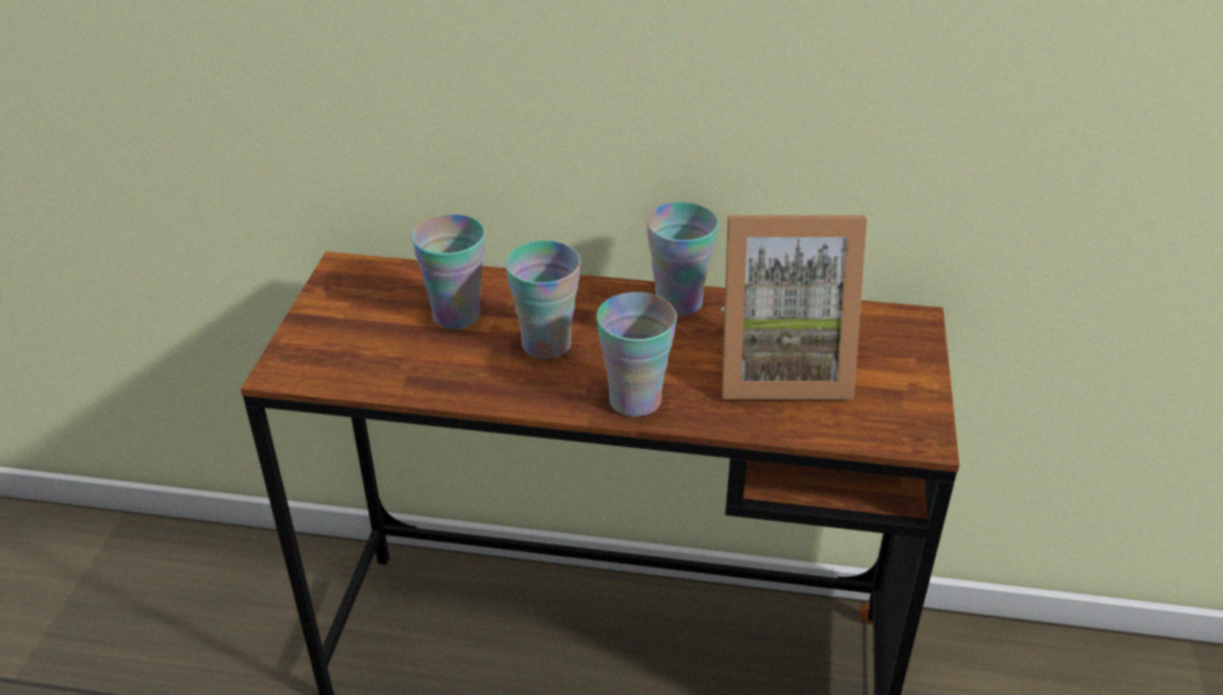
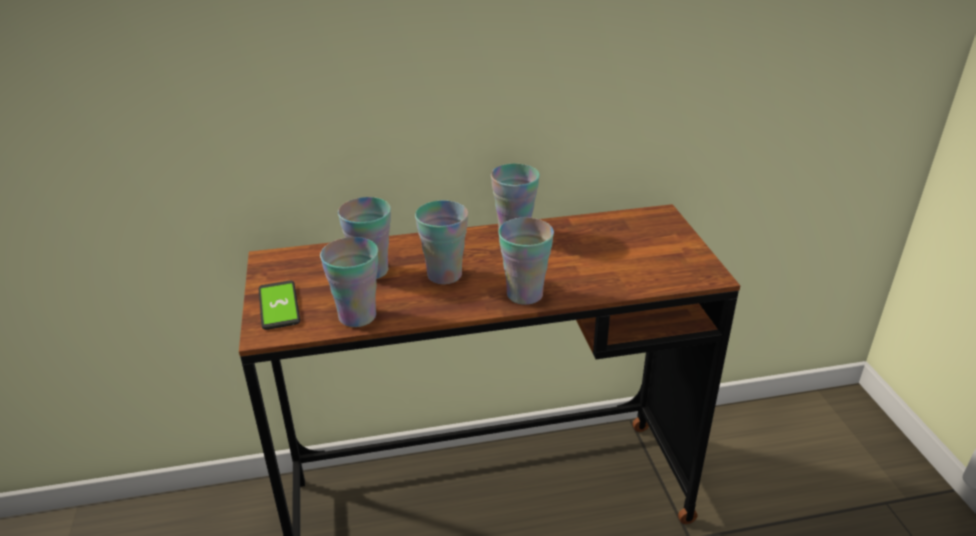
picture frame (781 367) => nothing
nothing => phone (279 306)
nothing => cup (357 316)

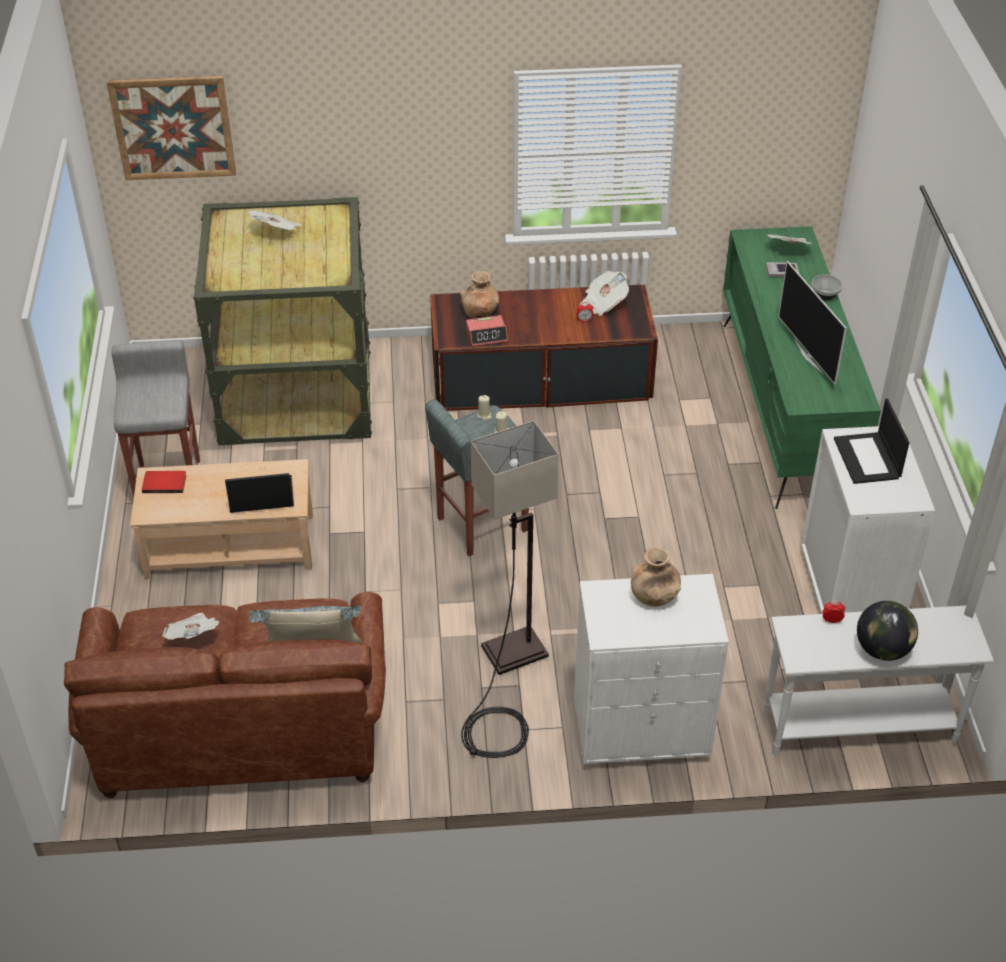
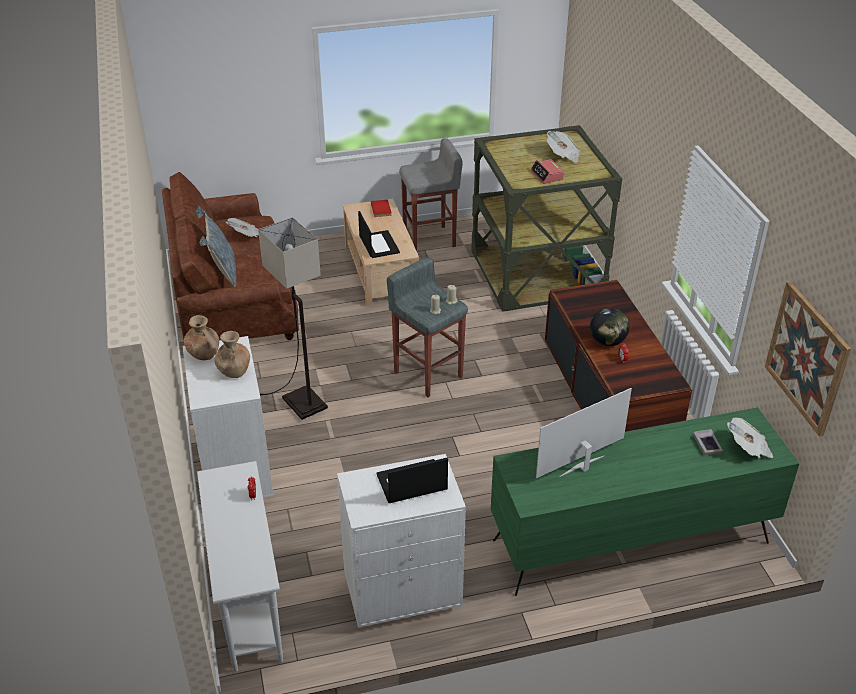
picture (173 128) => picture (806 358), shifted
brown vase (480 312) => brown vase (204 354), shifted
alarm clock (487 335) => alarm clock (547 175), shifted
newspaper (603 303) => nothing
bowl (825 295) => nothing
globe (882 650) => globe (607 341), shifted

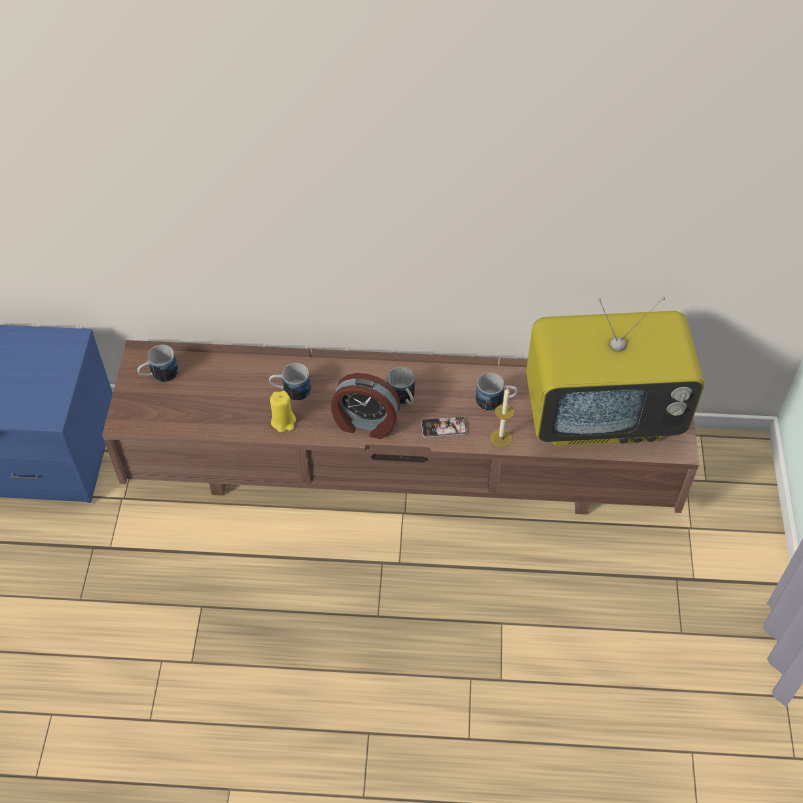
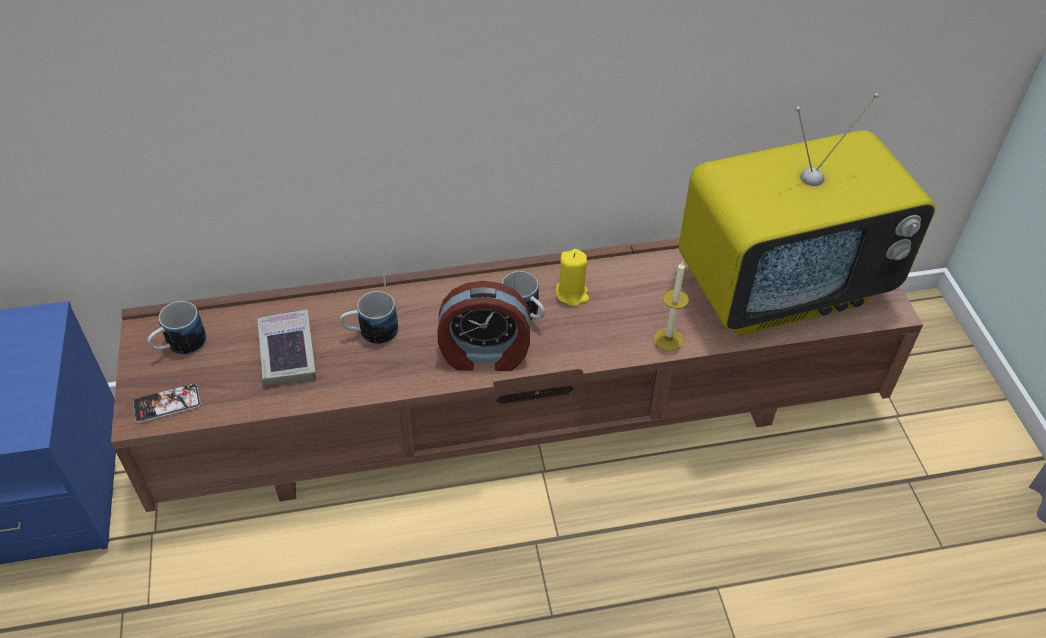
yellow candle (283 421) => yellow candle (572 294), shifted
phone (443 427) => phone (167 404), shifted
mug (495 401) => nothing
nothing => book (287 352)

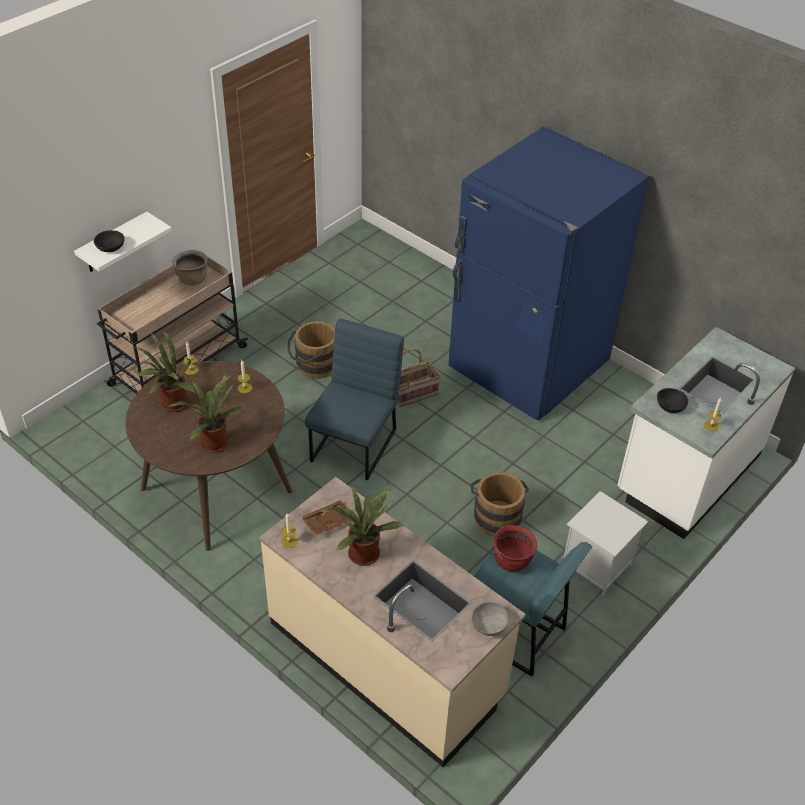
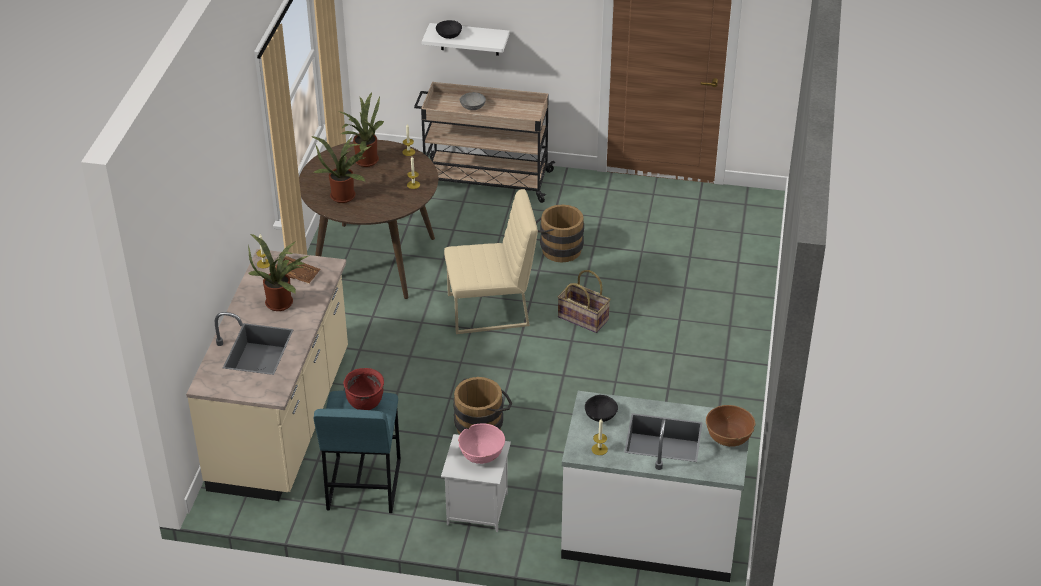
brown cooking pot (192 279) => nothing
blue chair (355 443) => beige chair (491 310)
blue fridge (529 365) => nothing
grey bowl (489 625) => grey bowl (473 107), shifted
nothing => pink bowl (481 454)
nothing => brown bowl (728 437)

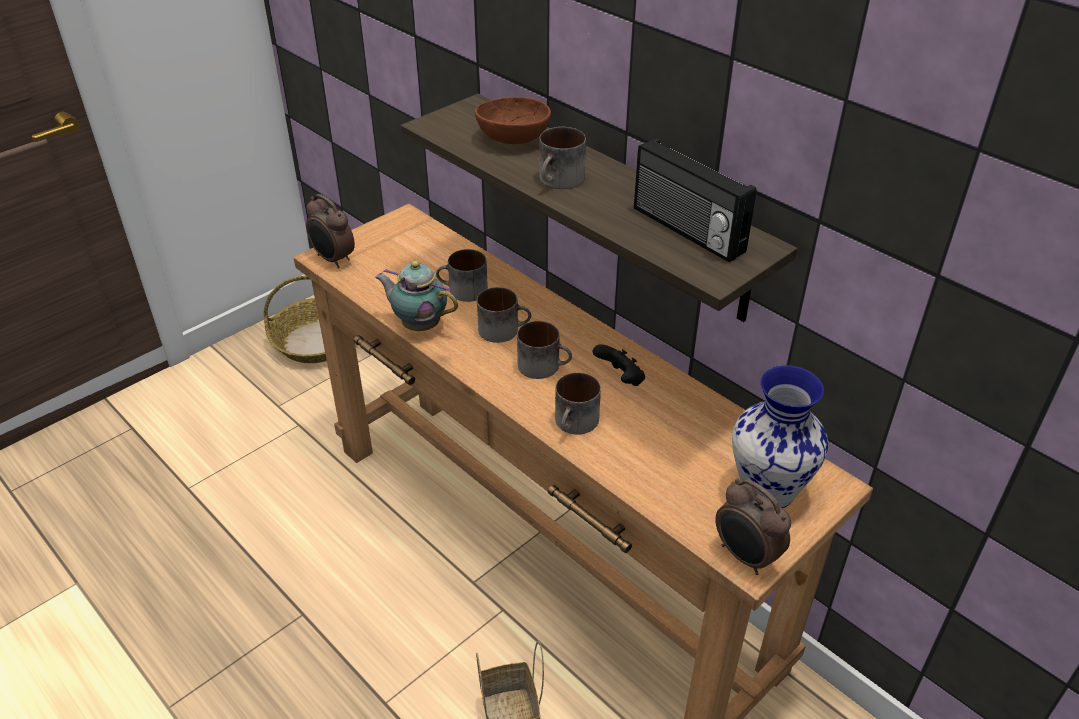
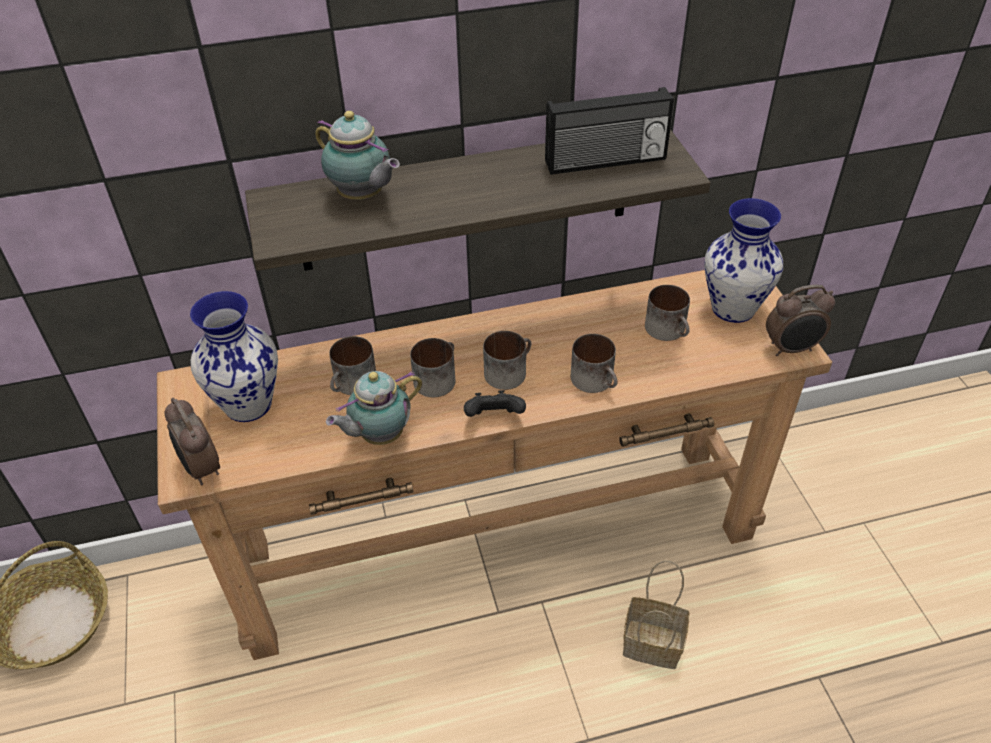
alarm clock (333 260) => alarm clock (201 469), 75 degrees clockwise
brown bowl (513 137) => teapot (362 197)
mug (560 181) => mug (669 330), shifted
black game controller (620 379) => black game controller (494 418), shifted
nothing => vase (247 404)

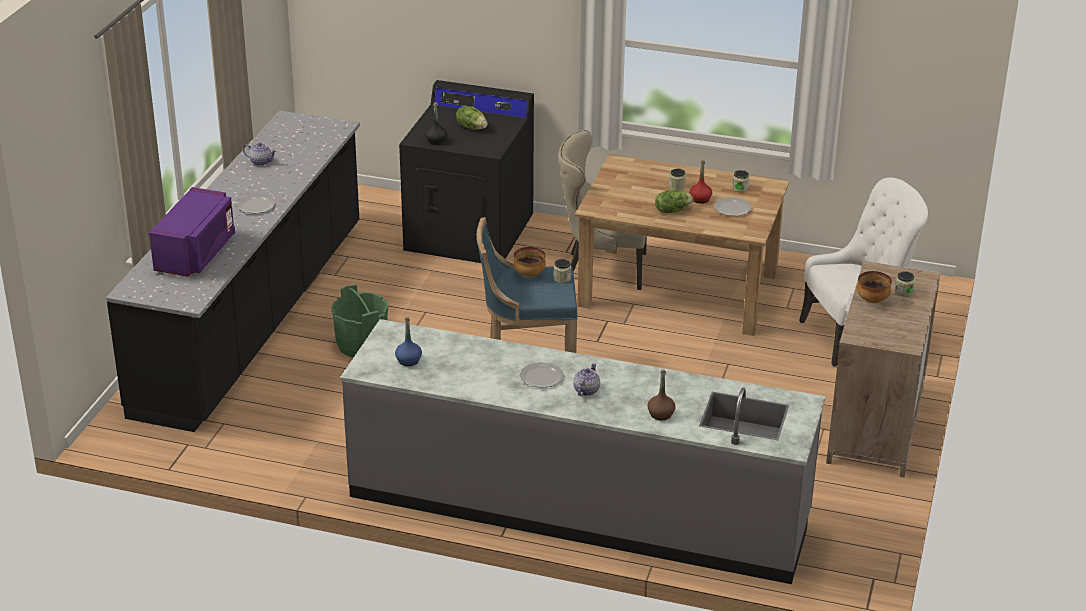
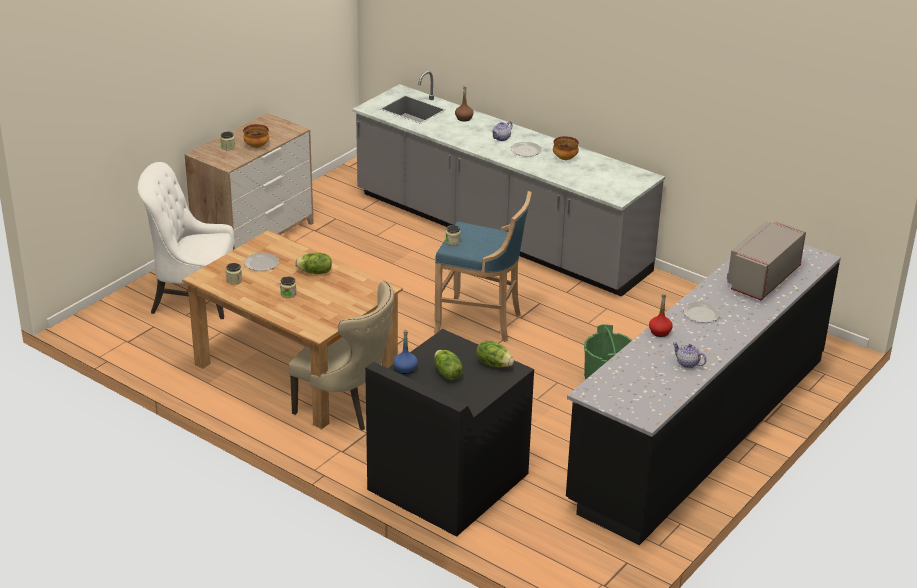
purple microwave (196 254) => grey microwave (762 278)
blue bottle (408 360) => blue bottle (405 369), shifted
black bottle (436 141) => lettuce (494 364)
bowl (529 275) => bowl (565 158), shifted
red bottle (700 199) => red bottle (659 332), shifted

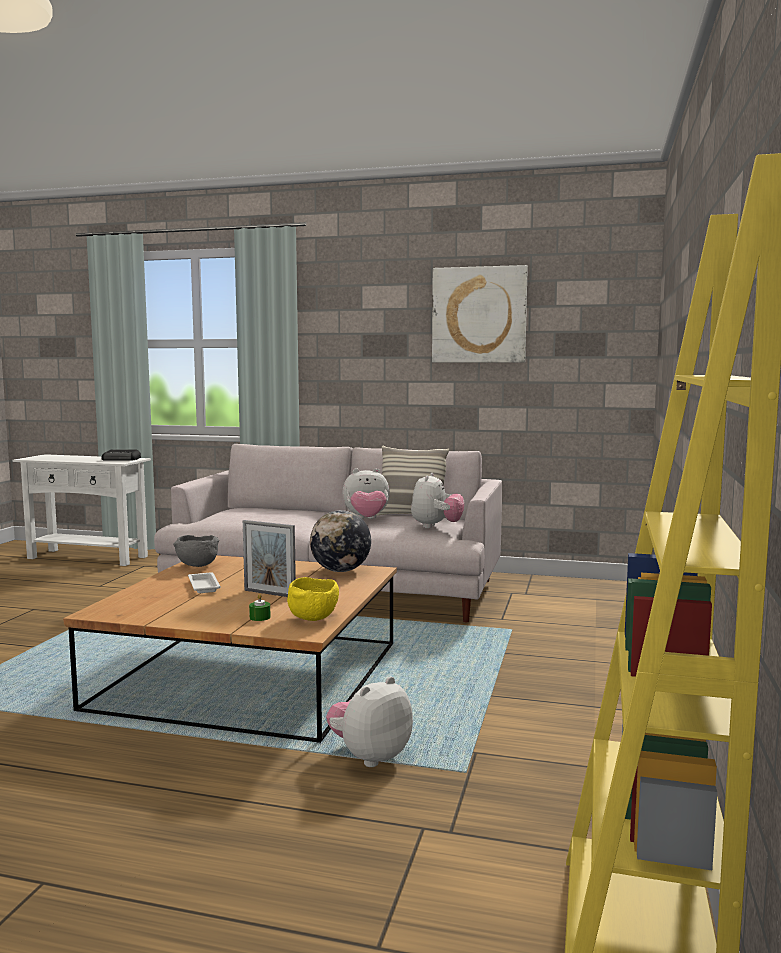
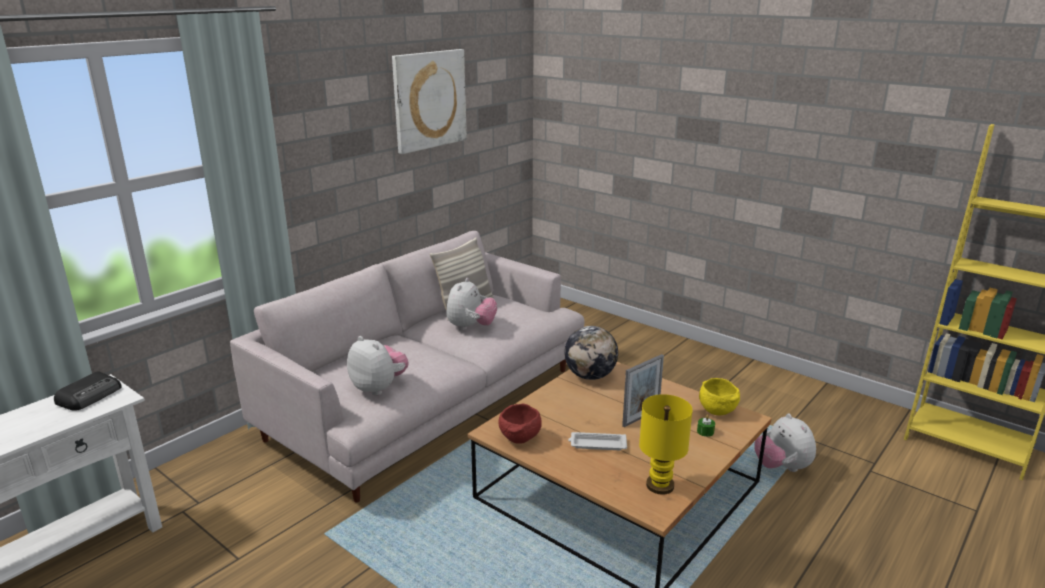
grey bowl (197 566) => red bowl (520 439)
plush toy (436 526) => plush toy (379 388), shifted
nothing => yellow table lamp (660 485)

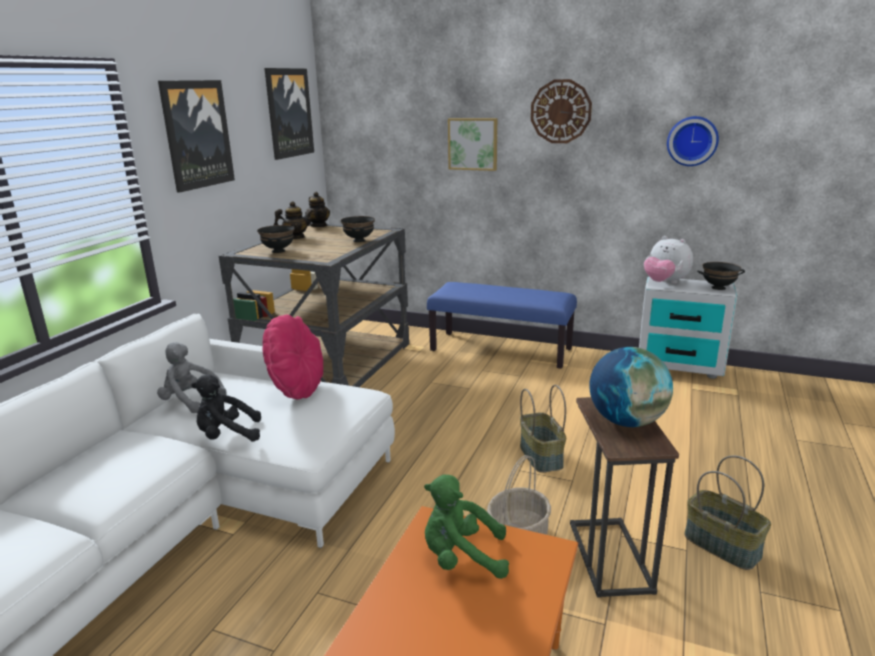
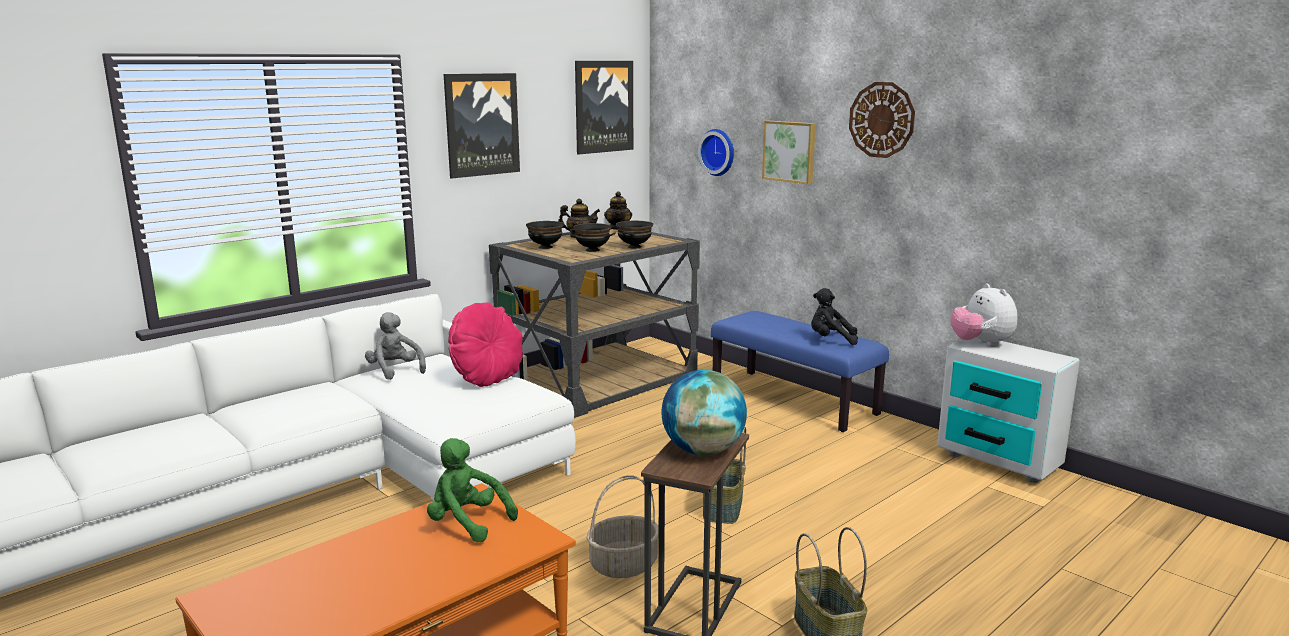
black plush toy (227 436) => black plush toy (831 340), shifted
wall clock (692 141) => wall clock (719 152), shifted
black bowl (718 288) => black bowl (592 250), shifted

